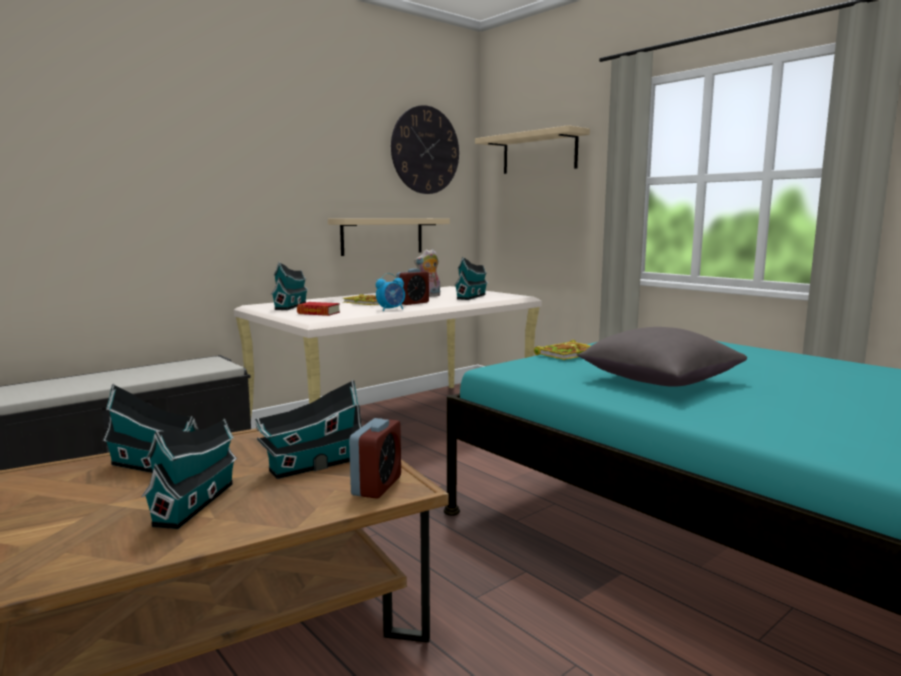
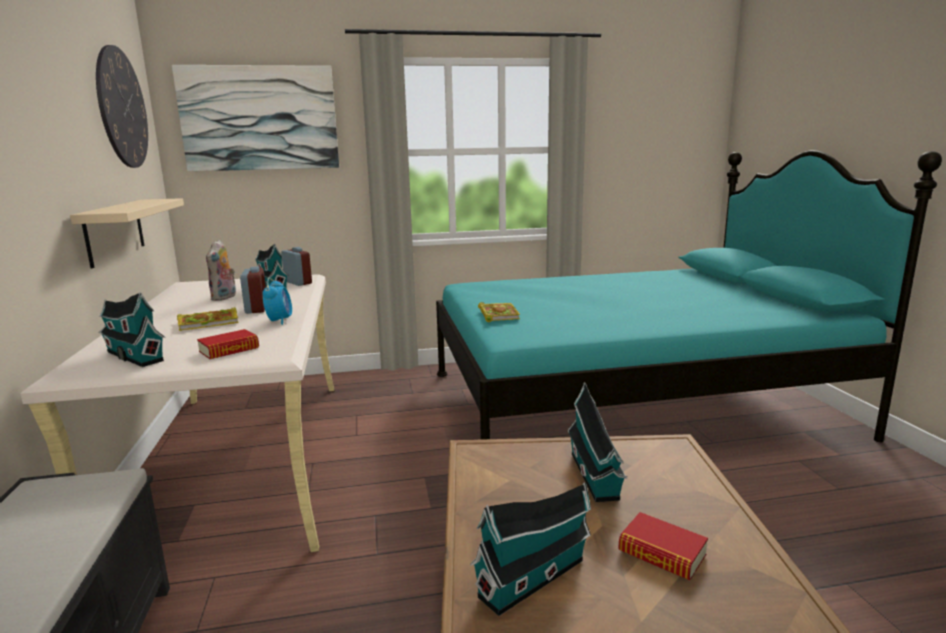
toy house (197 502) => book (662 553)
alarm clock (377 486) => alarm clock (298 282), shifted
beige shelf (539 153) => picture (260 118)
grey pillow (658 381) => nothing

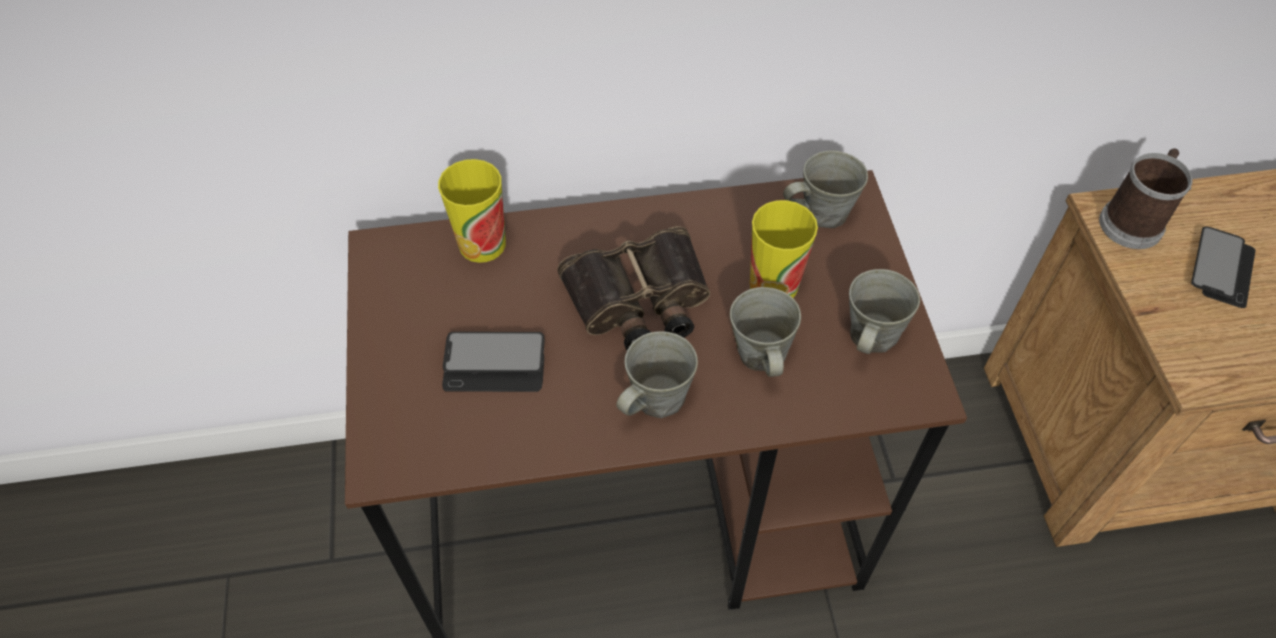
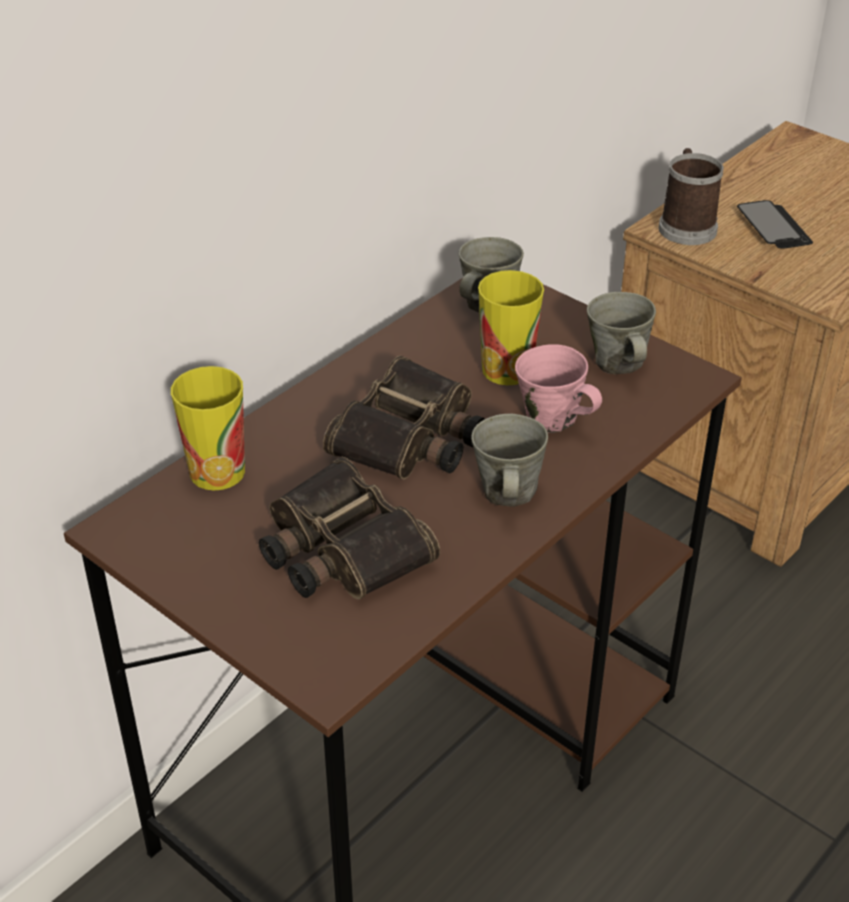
phone (494 364) => binoculars (339 548)
grey mug (761 356) => pink mug (553 420)

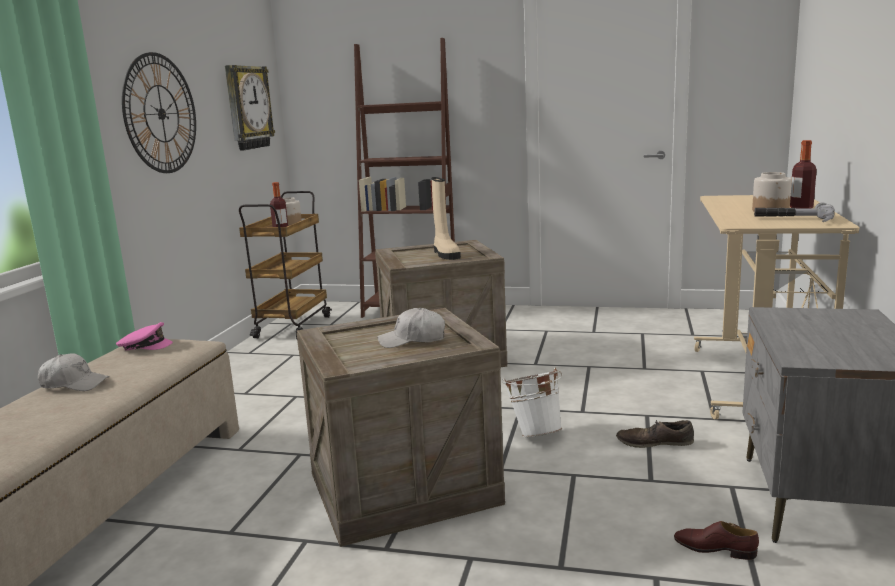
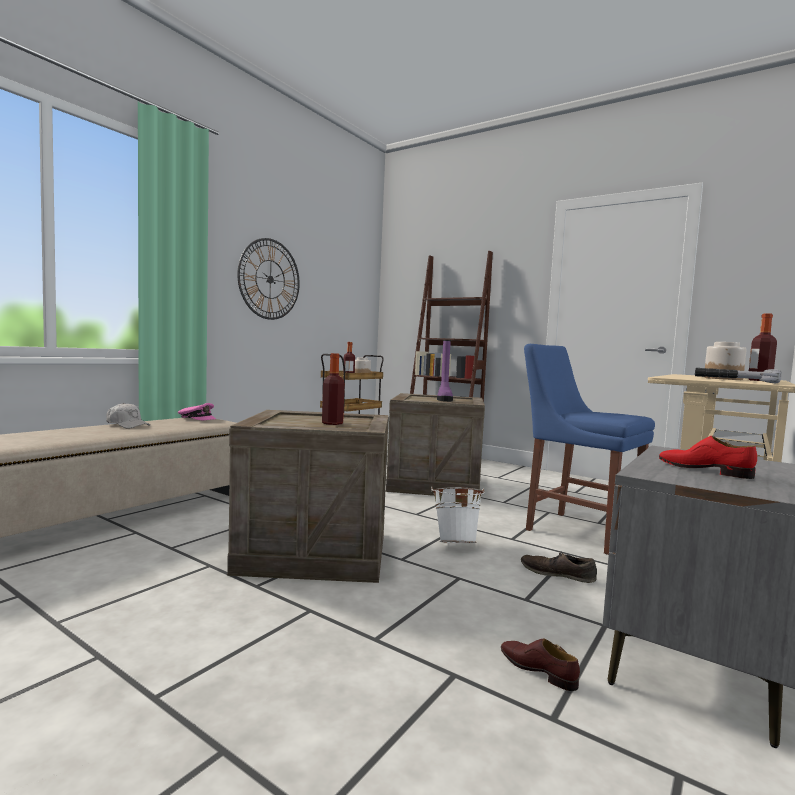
wall clock (247 107) => nothing
white cap (413 340) => bottle (332 423)
beige boot (445 254) => purple boot (444 399)
nothing => blue chair (576 530)
nothing => red shoe (704 470)

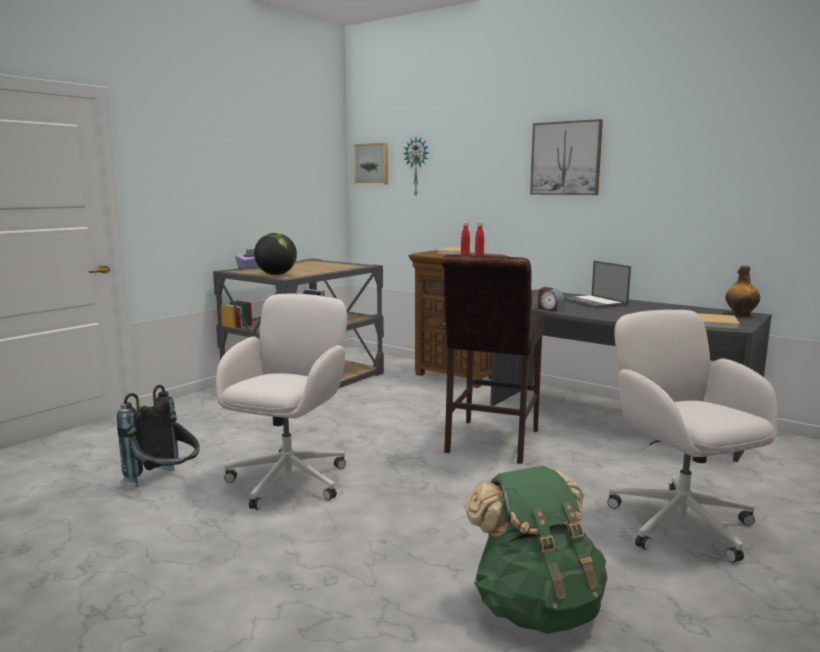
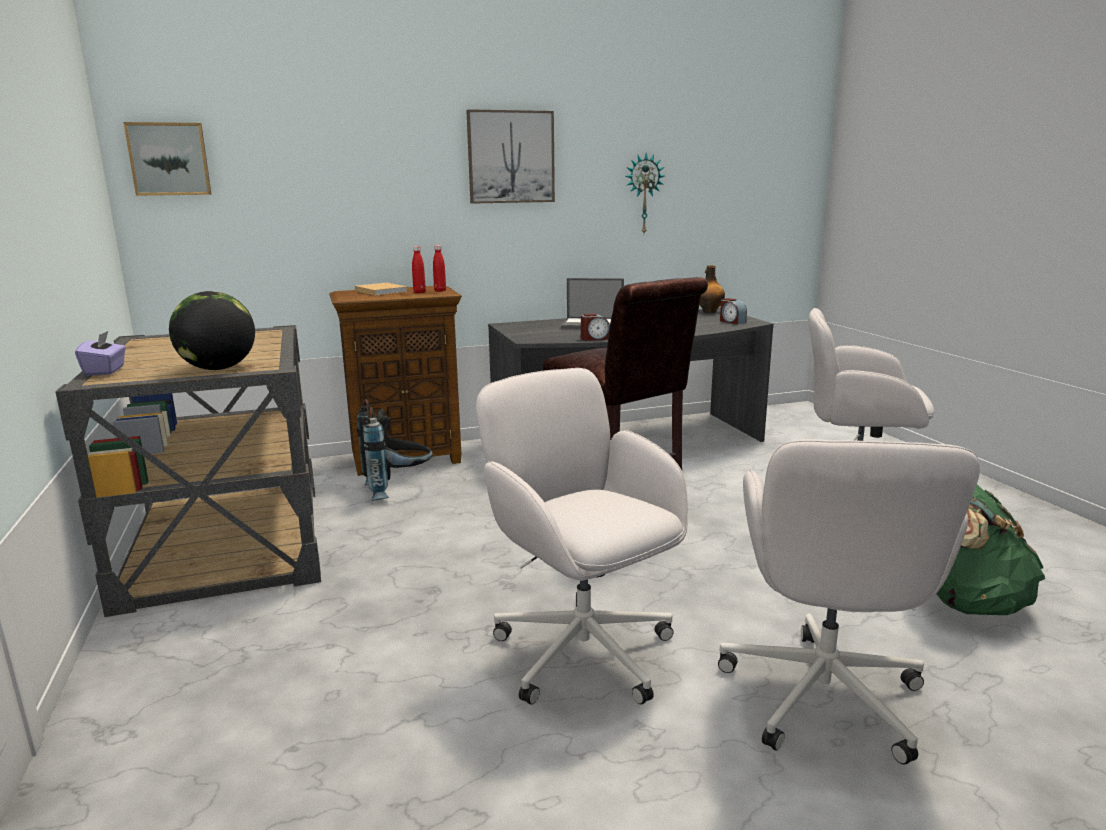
black backpack (166 483) => black backpack (397 489), shifted
wall clock (417 166) => wall clock (643 194), shifted
beige book (717 323) => alarm clock (732 321)
nothing => white office chair (821 696)

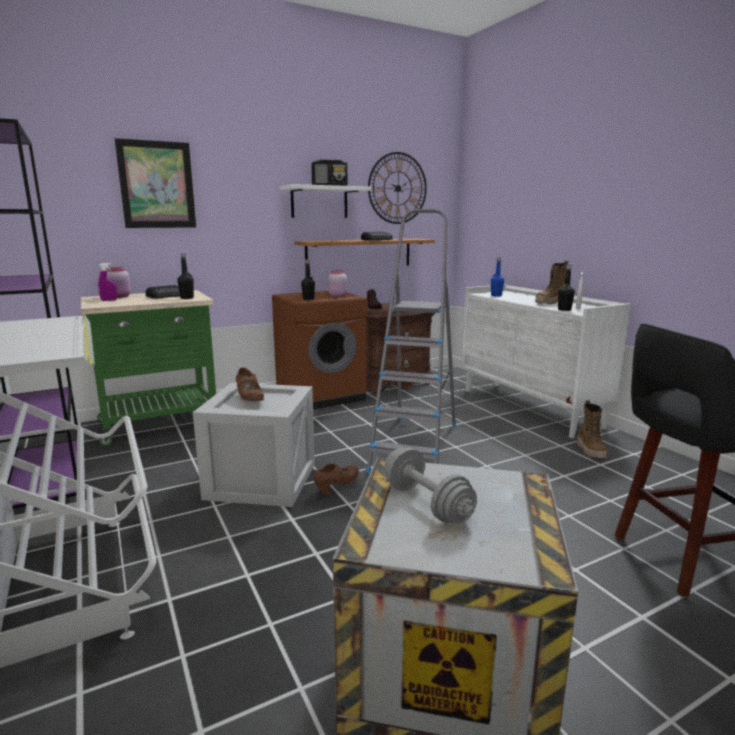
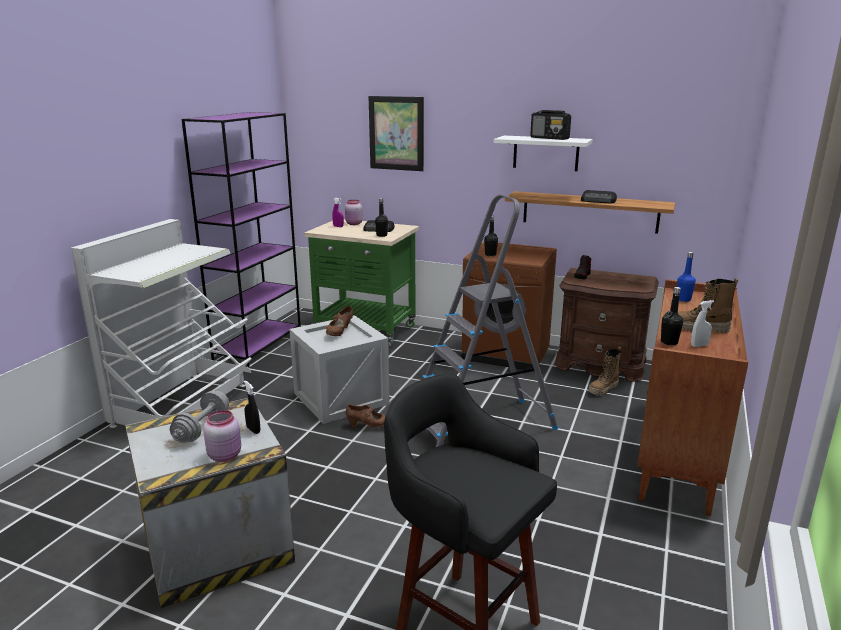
pink jar (337 296) => pink jar (225 455), shifted
wall clock (397 188) => nothing
white cabinet (530 408) => brown cabinet (677 452)
boot (591 451) => boot (603 390), shifted
nothing => black spray bottle (253 430)

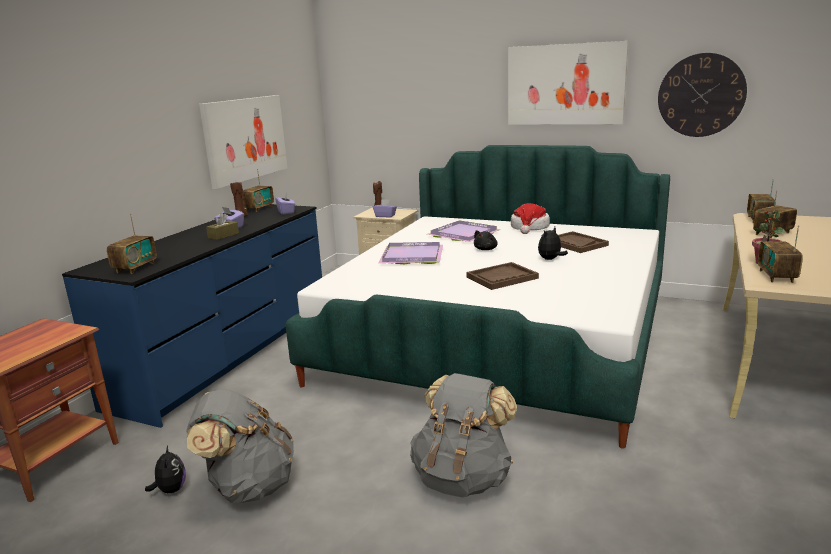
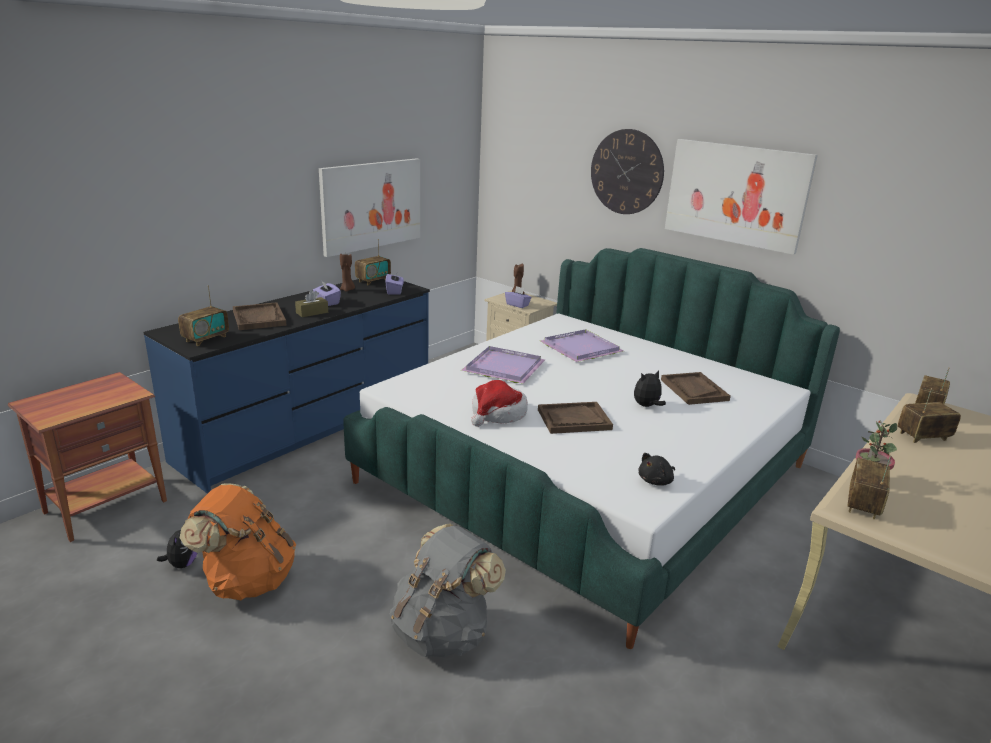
grey backpack (248 486) => orange backpack (247 580)
black plush toy (486 249) => black plush toy (656 481), shifted
hat (529 228) => hat (498 414), shifted
wall clock (701 95) => wall clock (626 172), shifted
nothing => brown tray (259 318)

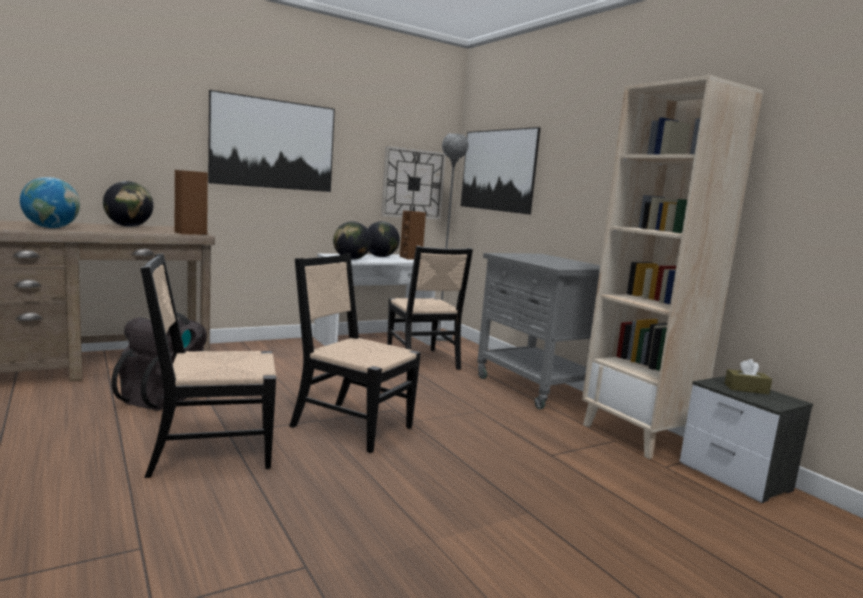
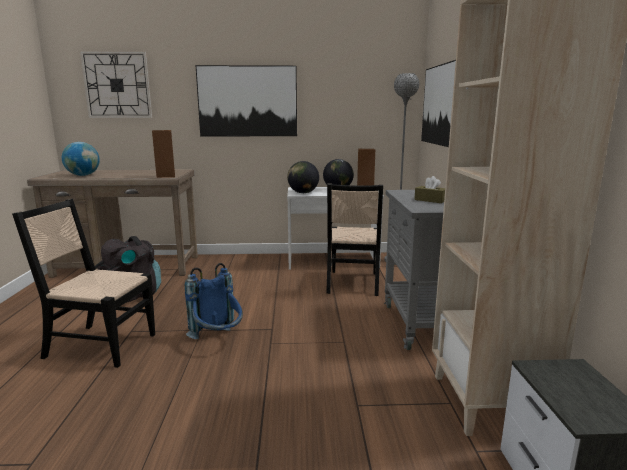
globe (128 226) => nothing
chair (352 427) => blue backpack (218 340)
wall clock (413 184) => wall clock (117 85), shifted
brown tissue box (746 389) => brown tissue box (430 200), shifted

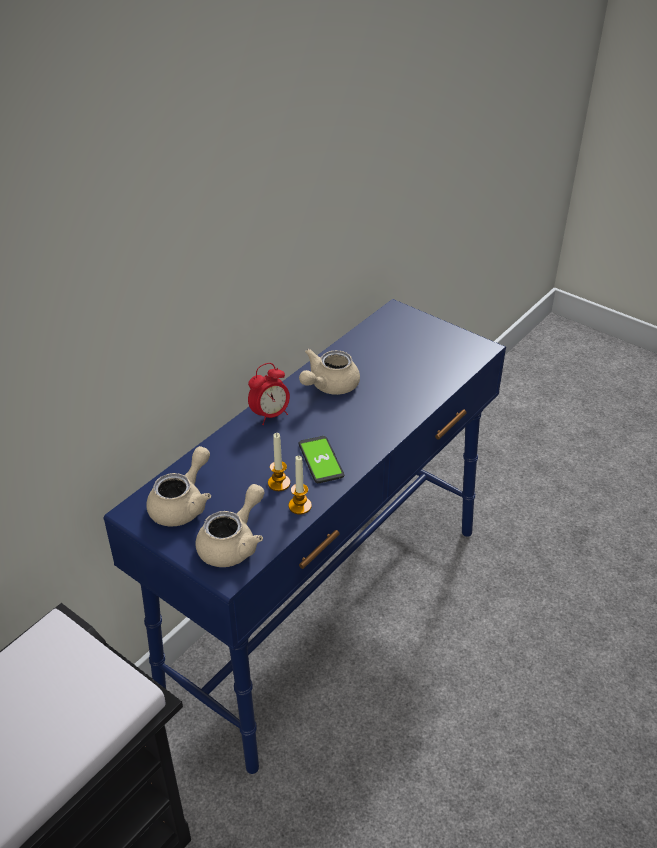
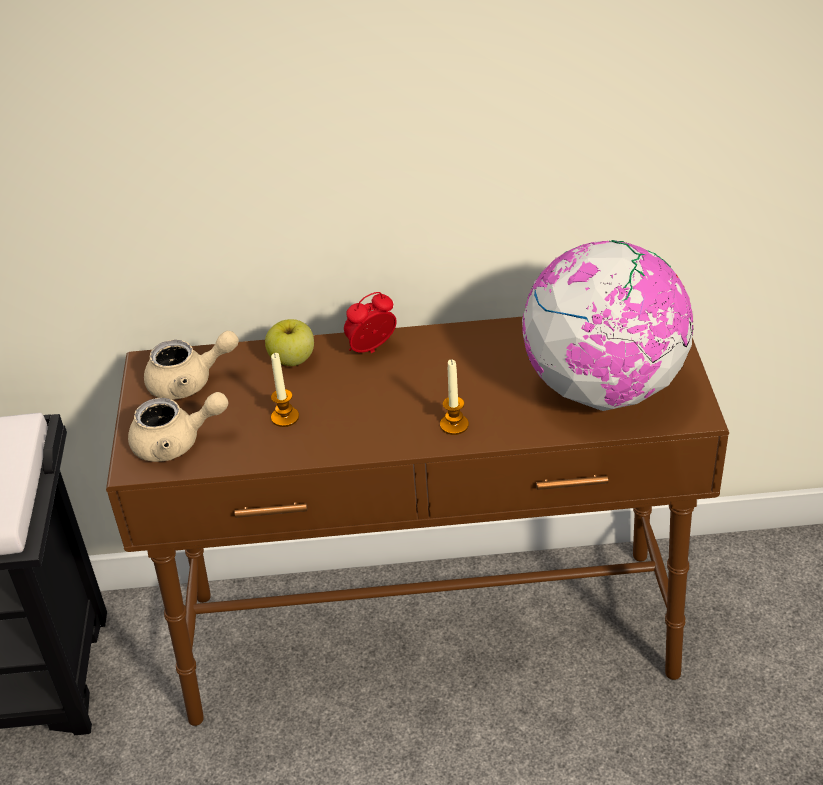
blue console table (328 610) => brown console table (429 638)
alarm clock (270 415) => alarm clock (371 350), 135 degrees clockwise
candle (300 506) => candle (454 425), shifted
phone (320 460) => nothing
beige teapot (329 386) => nothing
nothing => apple (292 360)
nothing => globe (604 389)

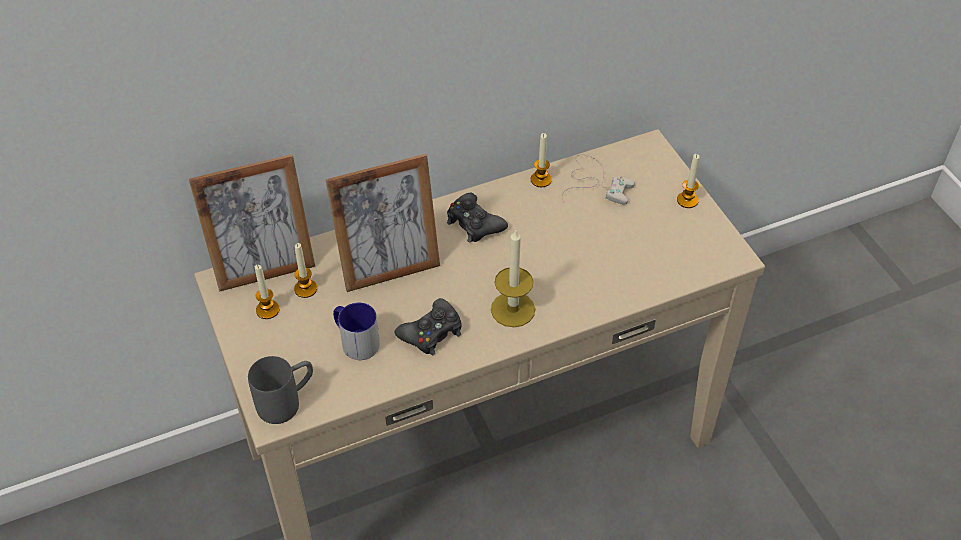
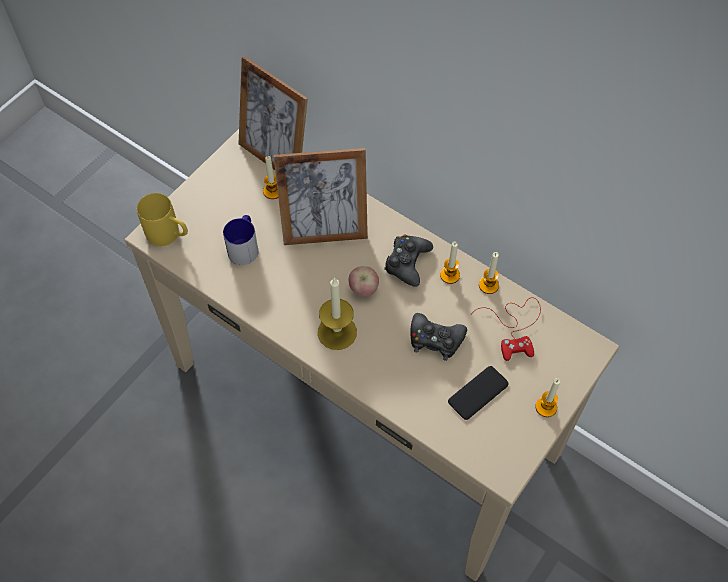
grey mug (287 401) => yellow mug (169 235)
candle (267 310) => candle (449 275), shifted
picture frame (389 268) => picture frame (324 231), 45 degrees counterclockwise
black game controller (431 332) => black game controller (435 339), shifted
white game controller (595 182) => red game controller (515 326)
nothing => apple (363 289)
nothing => phone (478 393)

